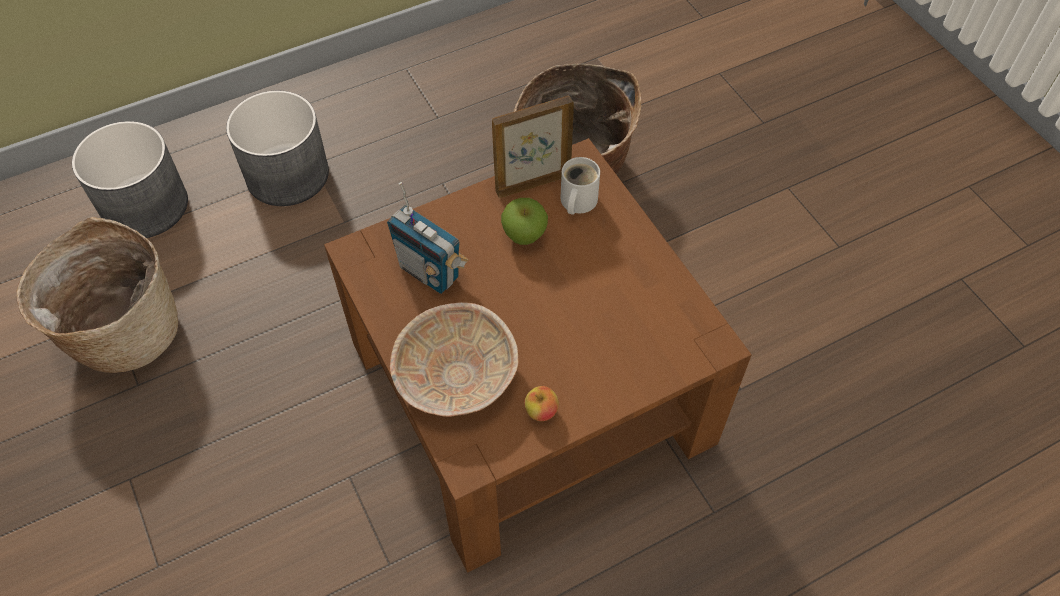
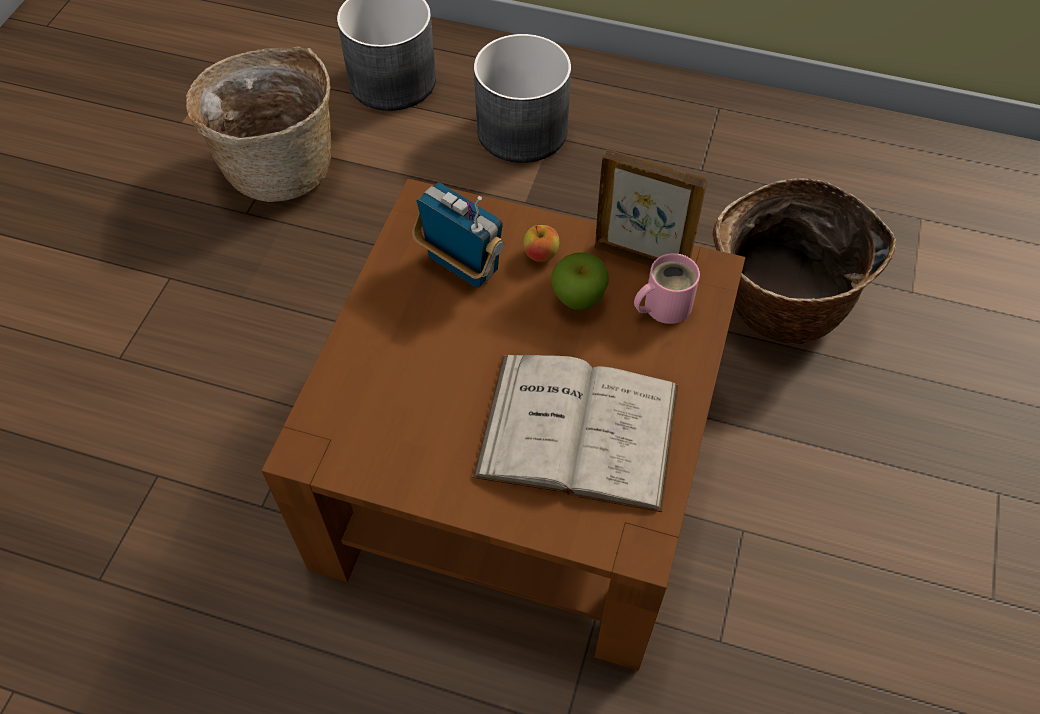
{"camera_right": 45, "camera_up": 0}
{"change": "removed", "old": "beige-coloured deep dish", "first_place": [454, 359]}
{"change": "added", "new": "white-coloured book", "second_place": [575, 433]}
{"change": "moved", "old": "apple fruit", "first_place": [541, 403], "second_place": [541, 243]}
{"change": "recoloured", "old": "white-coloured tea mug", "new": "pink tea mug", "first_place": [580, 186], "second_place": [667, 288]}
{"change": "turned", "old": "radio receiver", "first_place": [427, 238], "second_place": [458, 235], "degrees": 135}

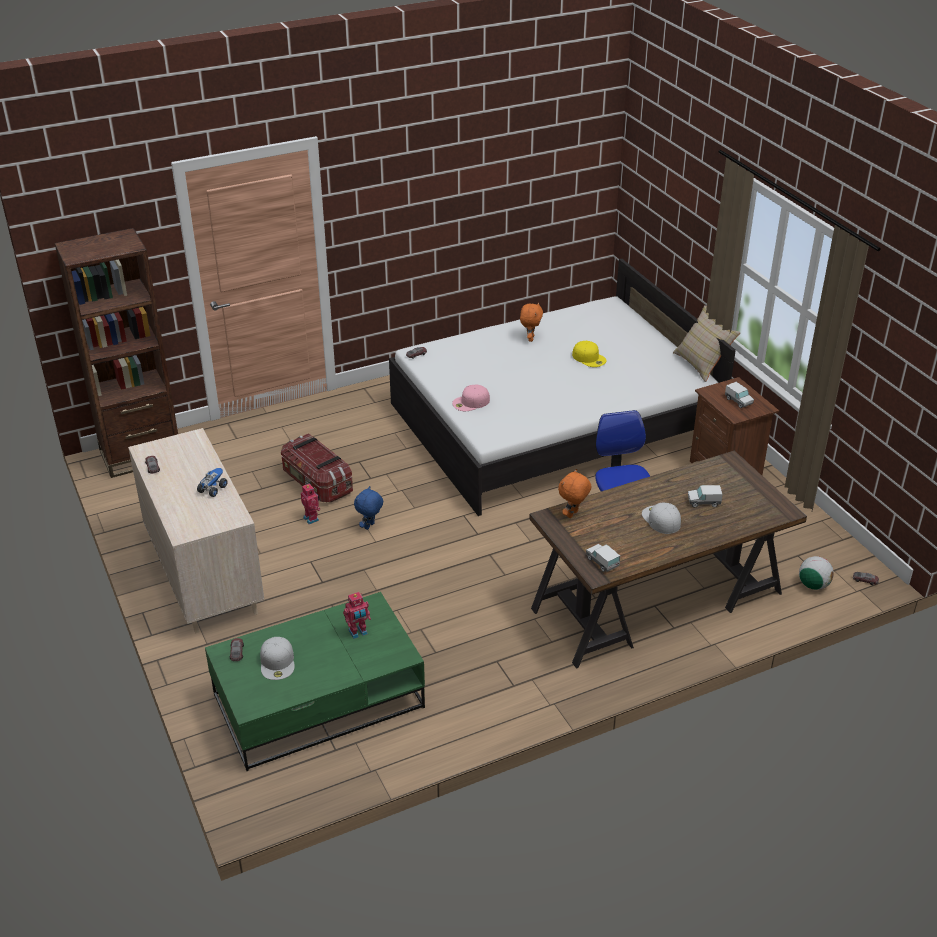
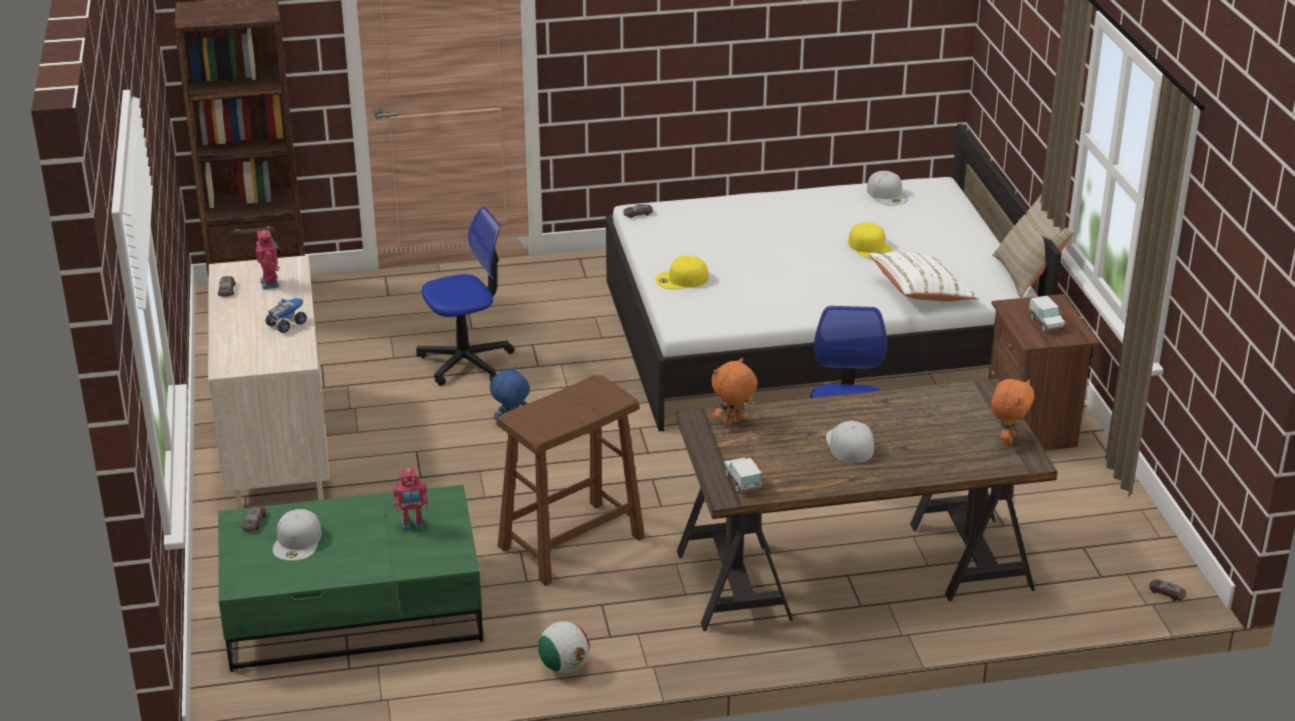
{"camera_right": 15, "camera_up": -5}
{"change": "removed", "old": "toy truck", "first_place": [705, 496]}
{"change": "added", "new": "brown-coloured stool", "second_place": [570, 480]}
{"change": "added", "new": "white-coloured cap", "second_place": [888, 188]}
{"change": "added", "new": "white-coloured cushion", "second_place": [923, 277]}
{"change": "moved", "old": "toy robot", "first_place": [310, 503], "second_place": [268, 259]}
{"change": "moved", "old": "orangey soft toy", "first_place": [531, 322], "second_place": [1013, 412]}
{"change": "moved", "old": "football", "first_place": [816, 573], "second_place": [563, 647]}
{"change": "replaced", "old": "storage box", "new": "office chair", "first_place": [317, 468], "second_place": [465, 296]}
{"change": "recoloured", "old": "pink cap", "new": "yellow cap", "first_place": [471, 397], "second_place": [682, 272]}

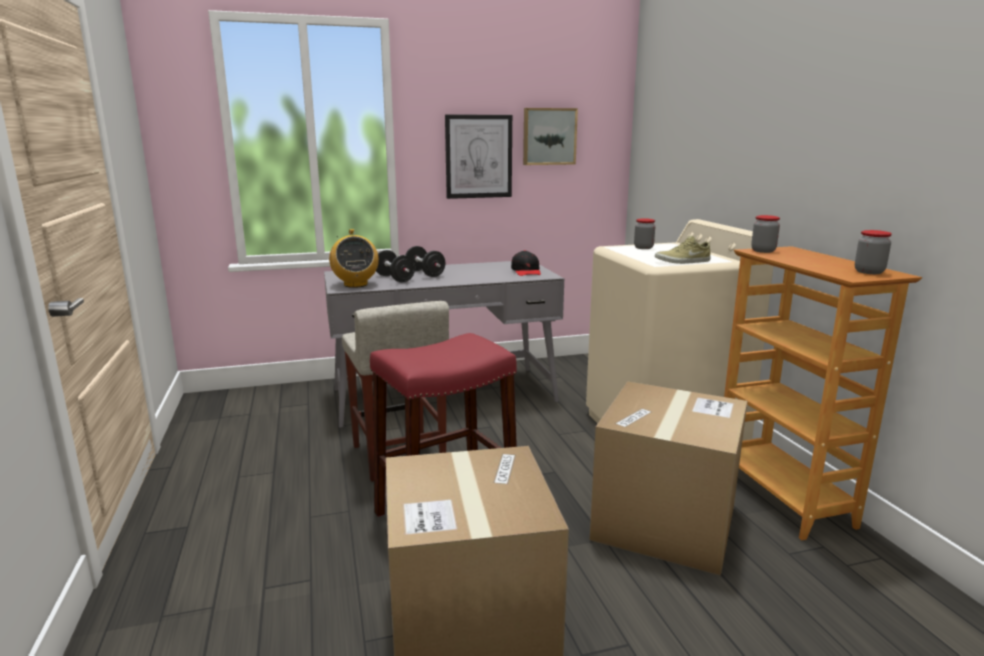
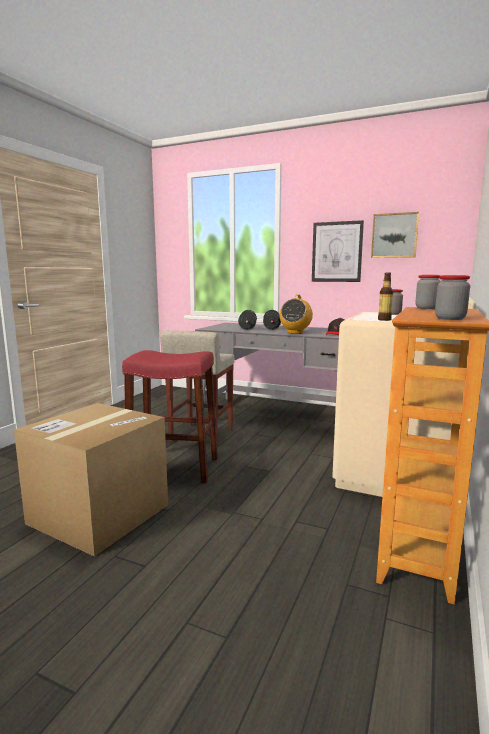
{"camera_right": 40, "camera_up": -5}
{"change": "removed", "old": "cardboard box", "first_place": [668, 478]}
{"change": "moved", "old": "radio receiver", "first_place": [354, 258], "second_place": [296, 314]}
{"change": "replaced", "old": "beige-coloured shoe", "new": "drink bottle", "first_place": [683, 250], "second_place": [385, 297]}

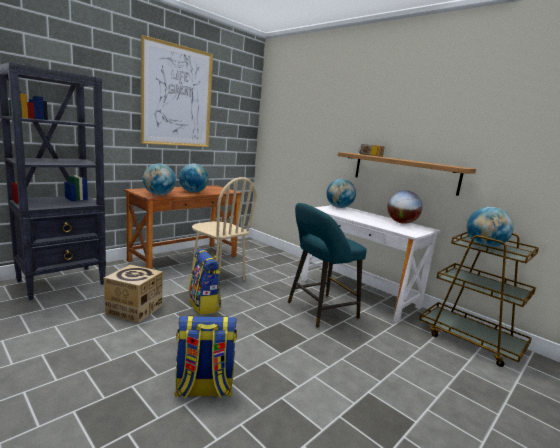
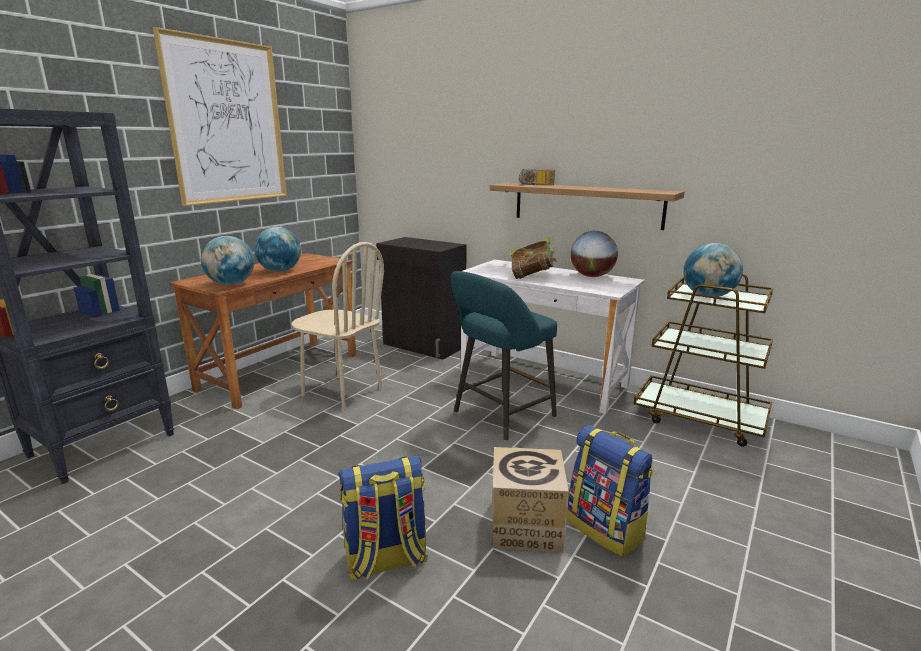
{"camera_right": -10, "camera_up": 5}
{"change": "removed", "old": "desk globe", "first_place": [341, 193]}
{"change": "added", "new": "black-coloured cabinet", "second_place": [421, 298]}
{"change": "added", "new": "book", "second_place": [534, 258]}
{"change": "moved", "old": "cardboard box", "first_place": [133, 294], "second_place": [530, 500]}
{"change": "moved", "old": "rucksack", "first_place": [205, 282], "second_place": [610, 491]}

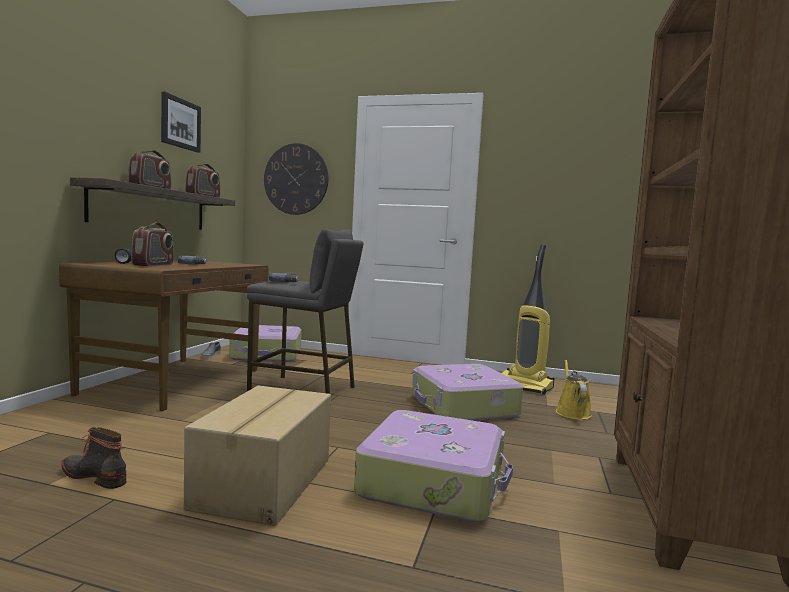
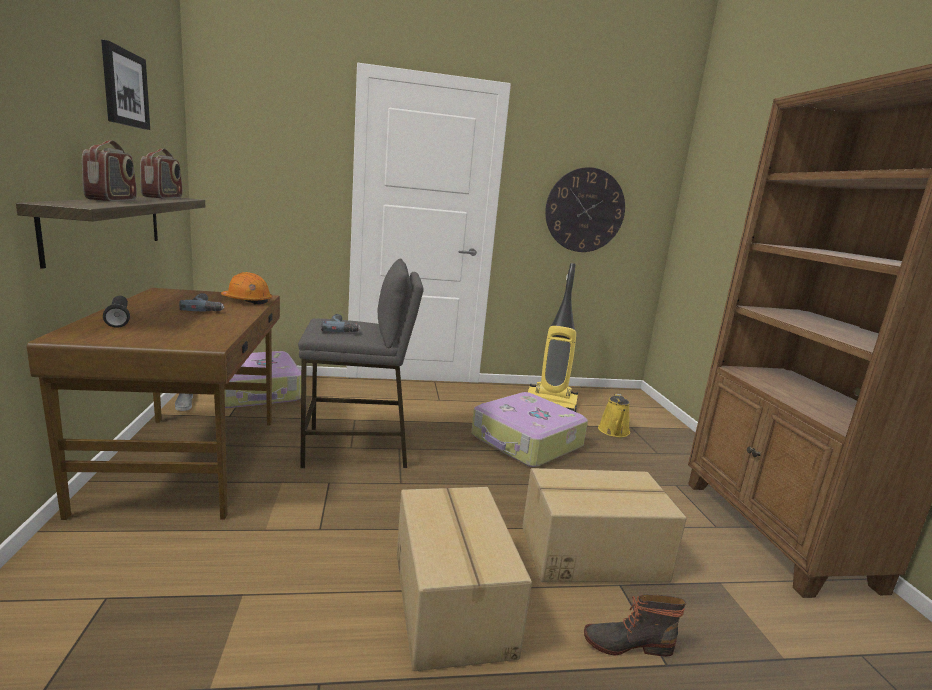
{"camera_right": -25, "camera_up": 10}
{"change": "removed", "old": "radio receiver", "first_place": [152, 244]}
{"change": "added", "new": "orangey work helmet", "second_place": [246, 288]}
{"change": "moved", "old": "tall boot", "first_place": [93, 458], "second_place": [635, 625]}
{"change": "moved", "old": "hanging clock", "first_place": [296, 179], "second_place": [585, 209]}
{"change": "replaced", "old": "travel case", "new": "cardboard box", "first_place": [433, 466], "second_place": [604, 525]}
{"change": "turned", "old": "yellow watering can", "first_place": [574, 390], "second_place": [614, 415], "degrees": -150}

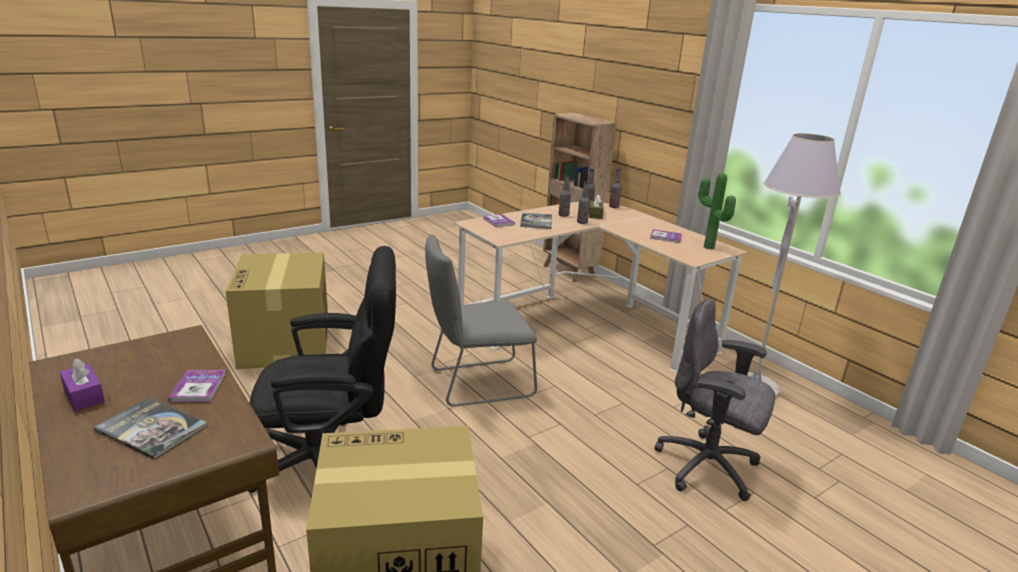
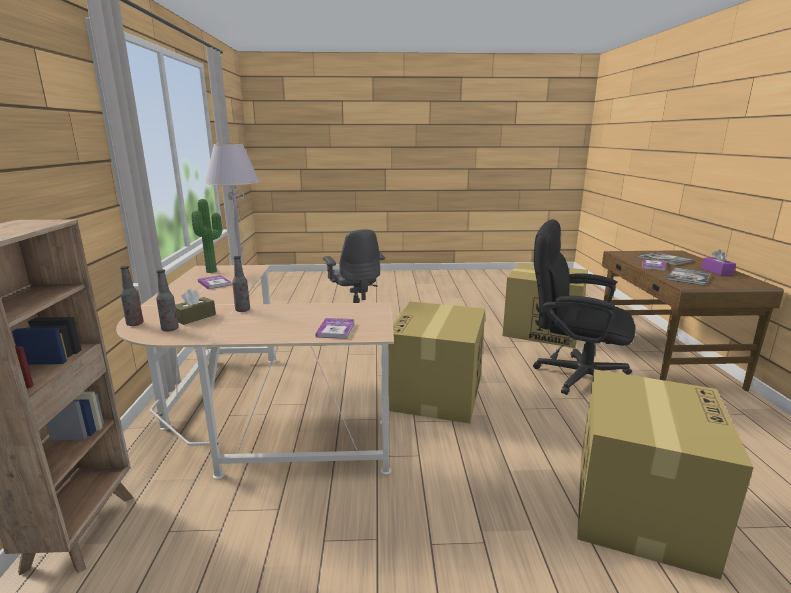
{"camera_right": -145, "camera_up": -5}
{"change": "removed", "old": "drink bottle", "first_place": [565, 196]}
{"change": "moved", "old": "book", "first_place": [536, 221], "second_place": [689, 276]}
{"change": "replaced", "old": "greyish chair", "new": "cardboard box", "first_place": [481, 320], "second_place": [436, 362]}

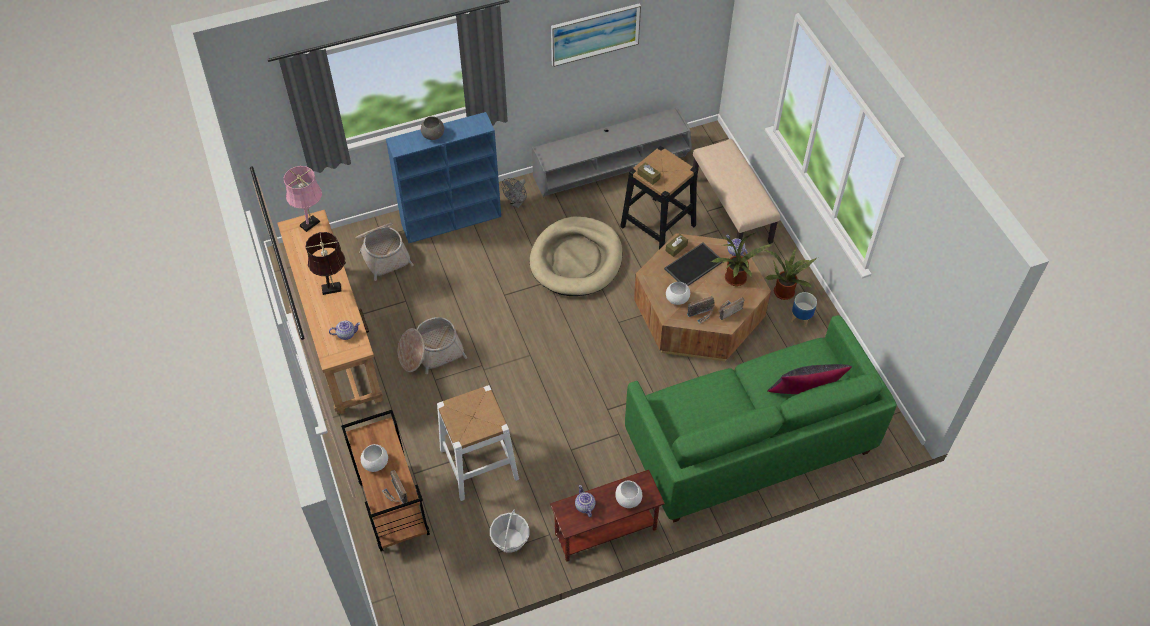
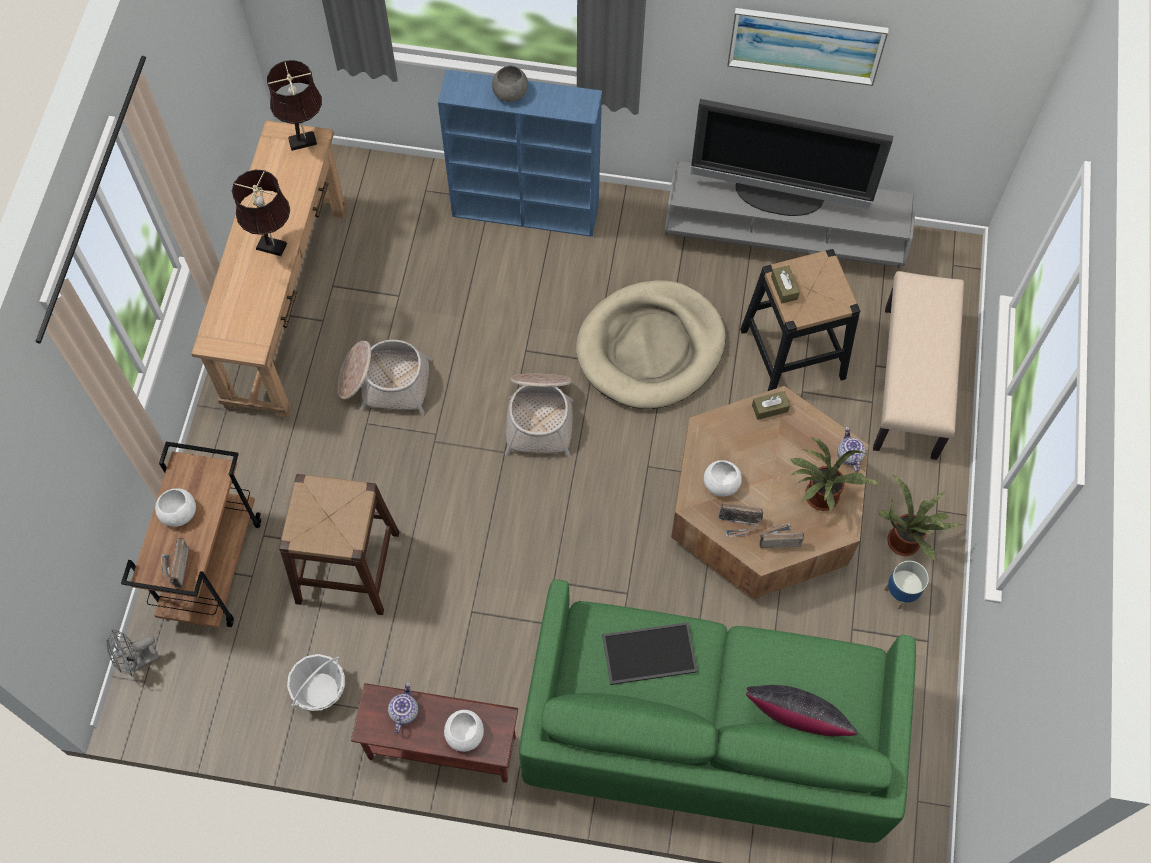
{"camera_right": 30, "camera_up": 10}
{"change": "removed", "old": "tea pot", "first_place": [344, 330]}
{"change": "added", "new": "TV", "second_place": [791, 157]}
{"change": "moved", "old": "household basket", "first_place": [385, 252], "second_place": [539, 416]}
{"change": "moved", "old": "greyish fan", "first_place": [514, 193], "second_place": [133, 652]}
{"change": "moved", "old": "tray", "first_place": [693, 264], "second_place": [650, 653]}
{"change": "recoloured", "old": "pink tabletop lamp", "new": "brown-coloured tabletop lamp", "first_place": [303, 199], "second_place": [294, 105]}
{"change": "recoloured", "old": "white-coloured stool", "new": "brown-coloured stool", "first_place": [478, 443], "second_place": [339, 544]}

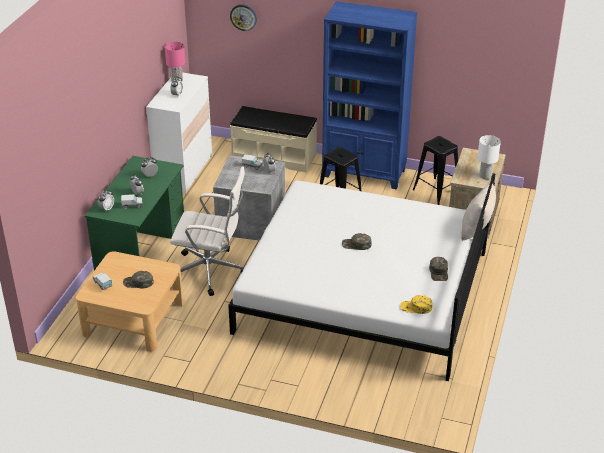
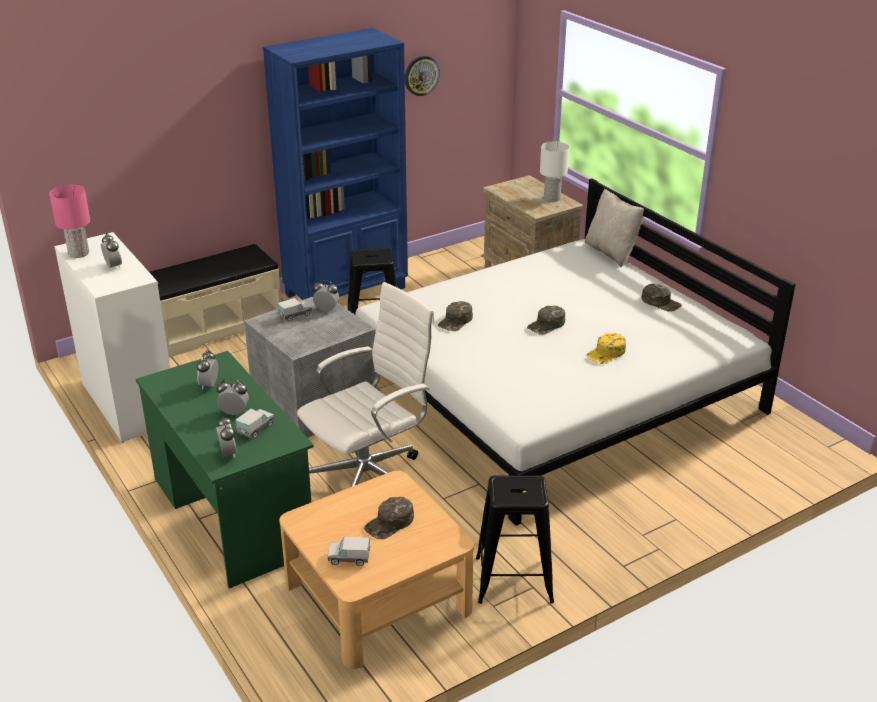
{"camera_right": -50, "camera_up": -5}
{"change": "added", "new": "green cap", "second_place": [455, 316]}
{"change": "moved", "old": "hanging clock", "first_place": [243, 17], "second_place": [422, 76]}
{"change": "moved", "old": "yellow cap", "first_place": [416, 304], "second_place": [606, 348]}
{"change": "moved", "old": "black-coloured stool", "first_place": [435, 170], "second_place": [515, 539]}

